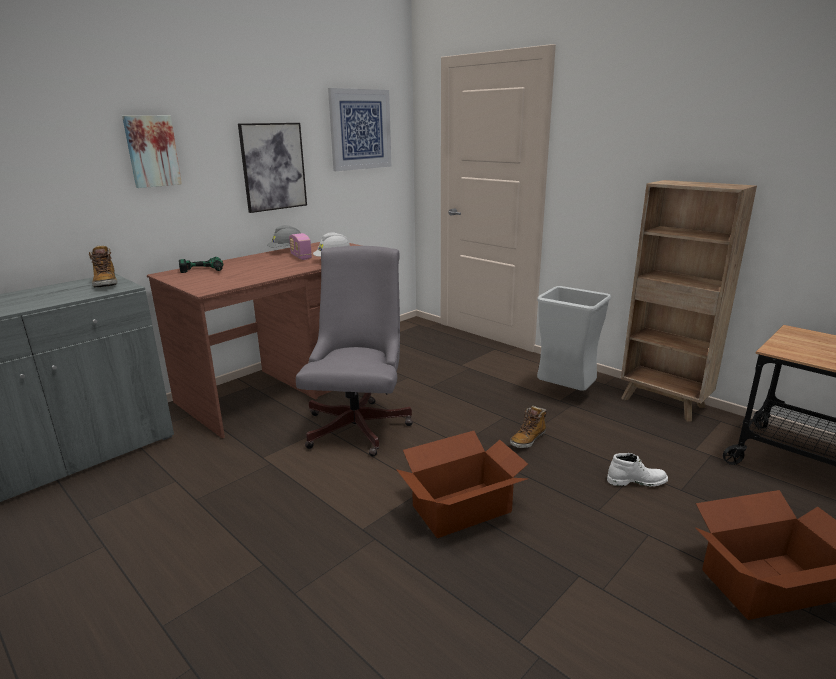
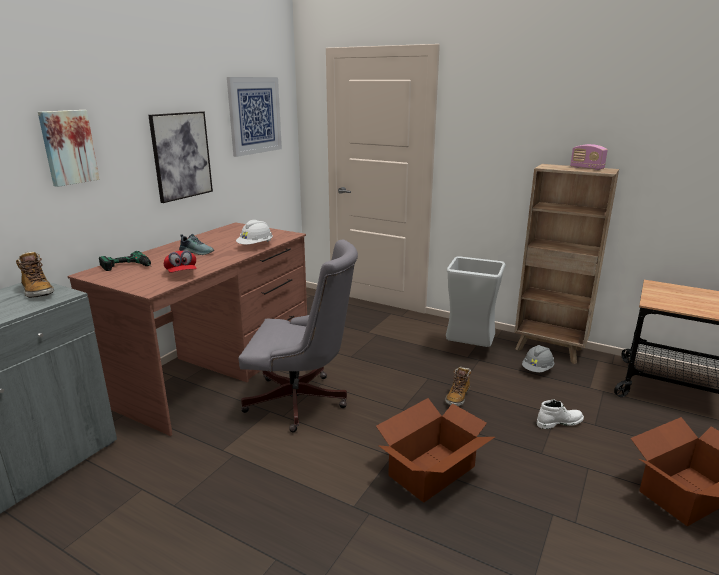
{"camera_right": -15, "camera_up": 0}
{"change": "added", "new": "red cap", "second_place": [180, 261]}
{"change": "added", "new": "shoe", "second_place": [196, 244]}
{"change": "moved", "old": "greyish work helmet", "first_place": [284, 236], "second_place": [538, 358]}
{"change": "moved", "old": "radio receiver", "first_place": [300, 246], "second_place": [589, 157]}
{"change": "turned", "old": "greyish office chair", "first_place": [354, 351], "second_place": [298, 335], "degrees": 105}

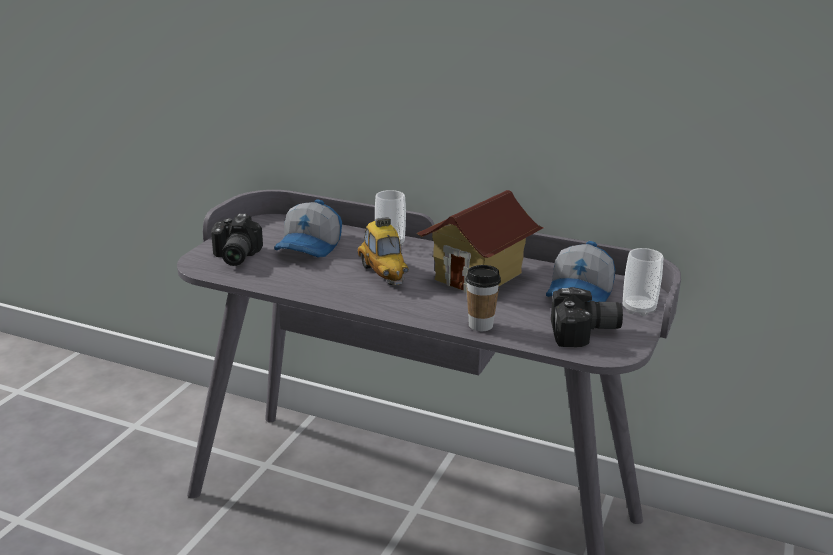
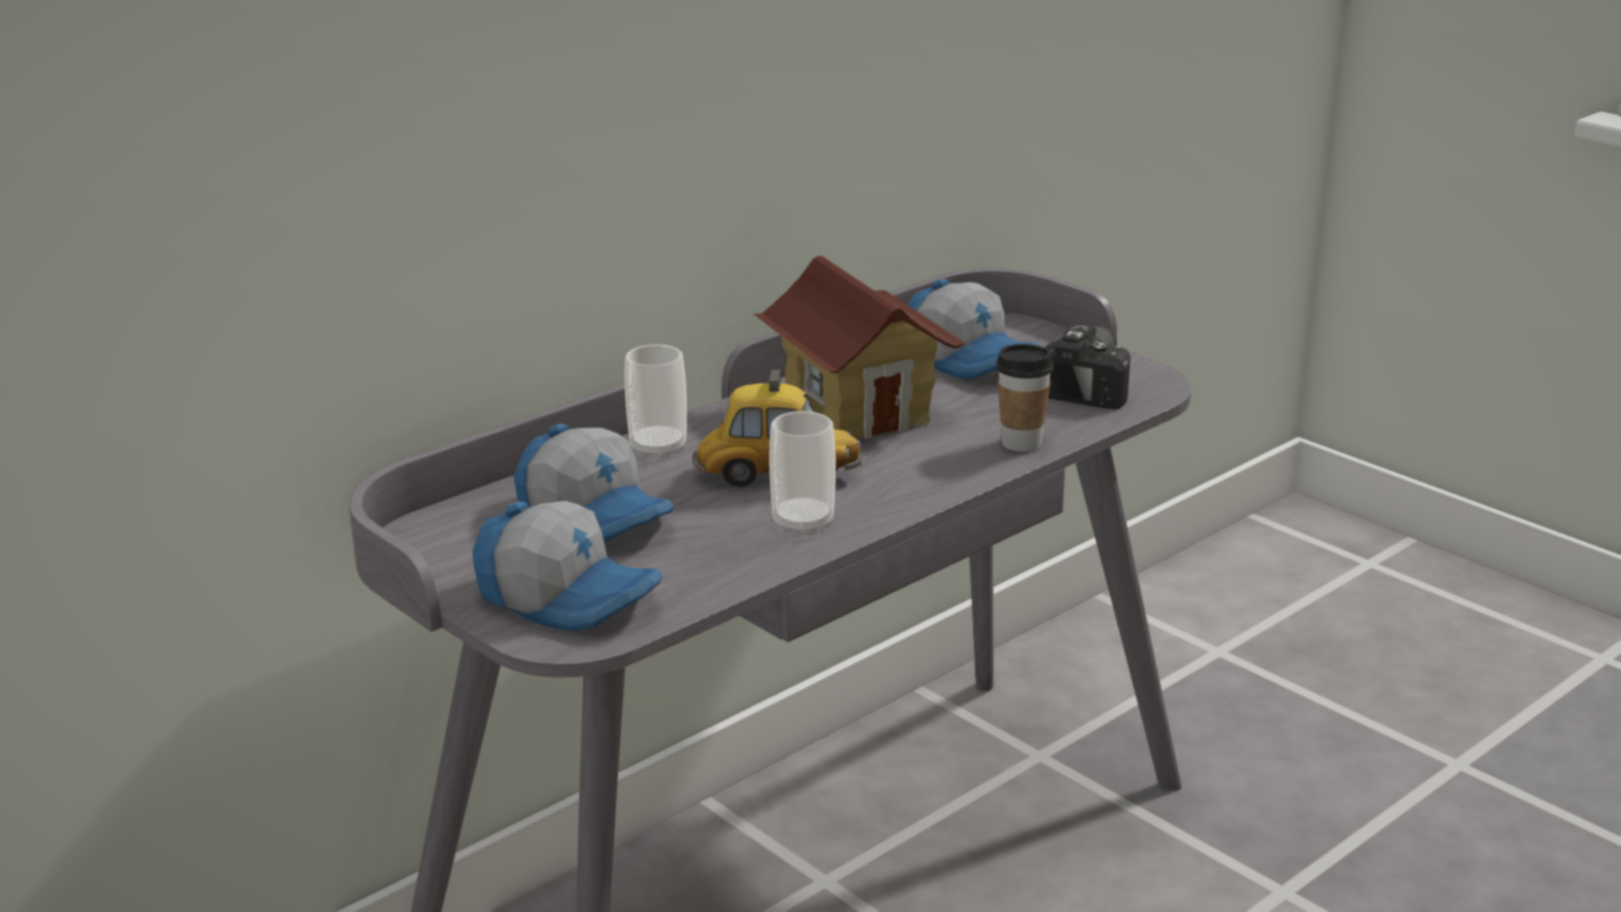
{"camera_right": -65, "camera_up": 0}
{"change": "moved", "old": "cup", "first_place": [643, 282], "second_place": [802, 473]}
{"change": "replaced", "old": "still camera", "new": "cap", "first_place": [237, 240], "second_place": [567, 566]}

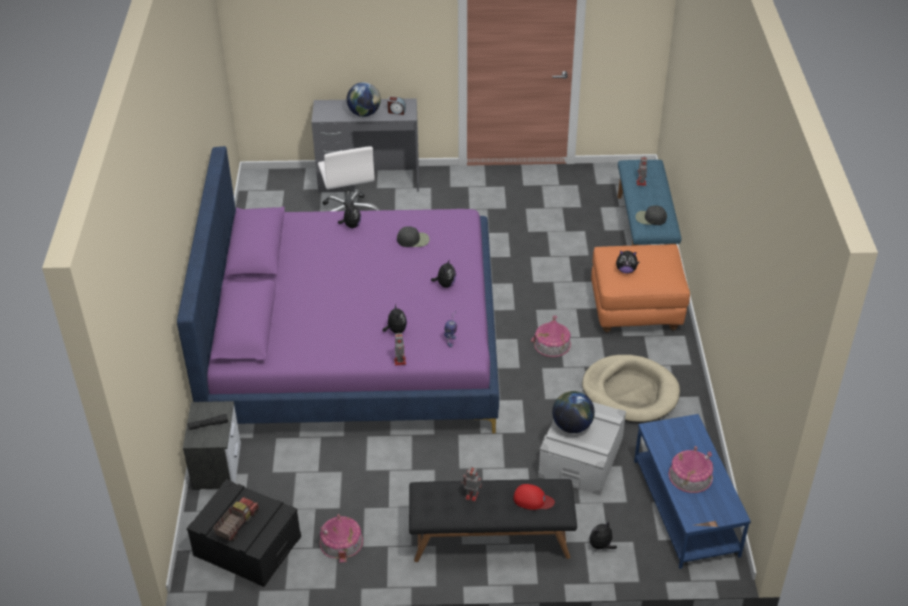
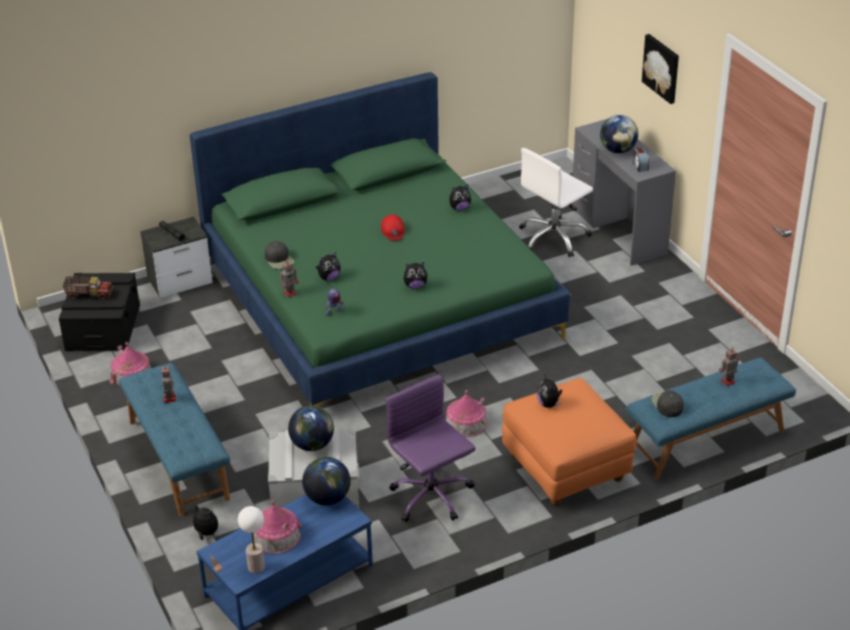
{"camera_right": 65, "camera_up": -5}
{"change": "added", "new": "tabletop lamp", "second_place": [251, 540]}
{"change": "added", "new": "desk globe", "second_place": [326, 481]}
{"change": "added", "new": "wall art", "second_place": [660, 69]}
{"change": "moved", "old": "black-coloured cap", "first_place": [413, 236], "second_place": [279, 255]}
{"change": "moved", "old": "red cap", "first_place": [534, 497], "second_place": [393, 228]}
{"change": "replaced", "old": "beige-coloured dog cushion", "new": "purplish office chair", "first_place": [631, 389], "second_place": [430, 448]}
{"change": "recoloured", "old": "purplish bedroom bed", "new": "green bedroom bed", "first_place": [338, 290], "second_place": [380, 239]}
{"change": "recoloured", "old": "black-coloured long seat", "new": "blue-coloured long seat", "first_place": [493, 520], "second_place": [174, 440]}

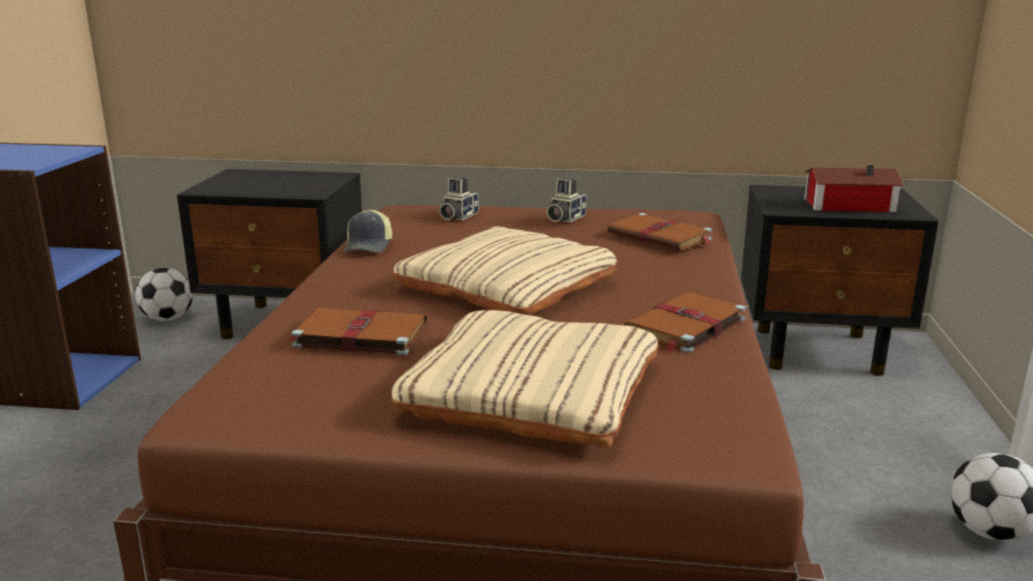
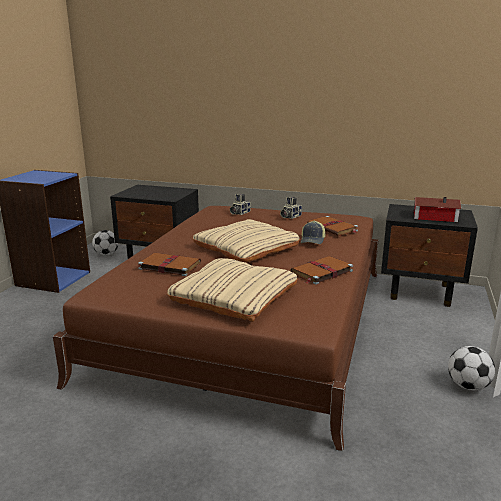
{"camera_right": 10, "camera_up": 0}
{"change": "moved", "old": "cap", "first_place": [368, 231], "second_place": [313, 232]}

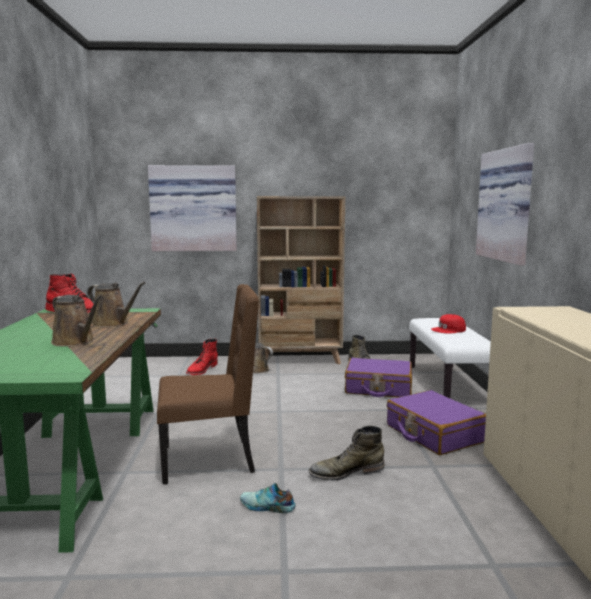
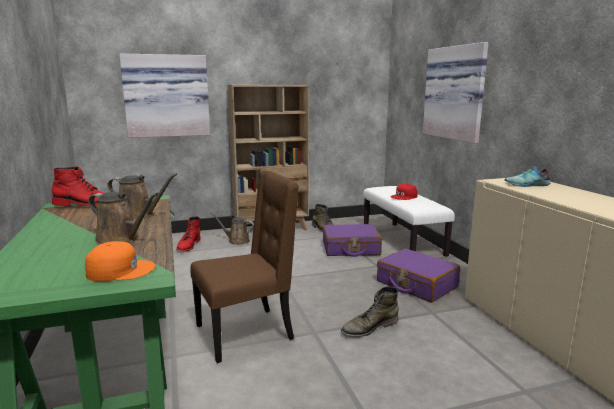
{"camera_right": -15, "camera_up": 5}
{"change": "added", "new": "orangey cap", "second_place": [120, 261]}
{"change": "moved", "old": "shoe", "first_place": [267, 498], "second_place": [527, 176]}

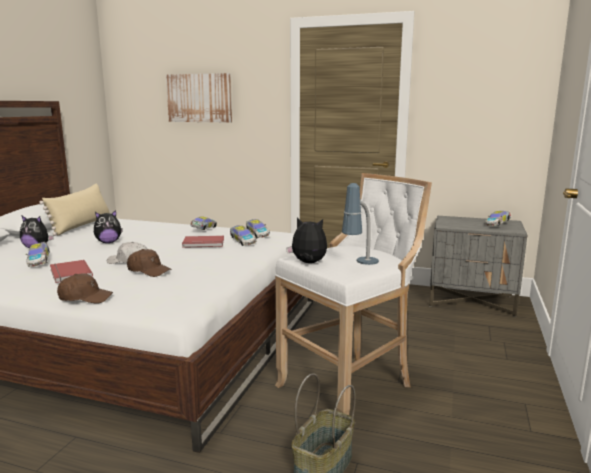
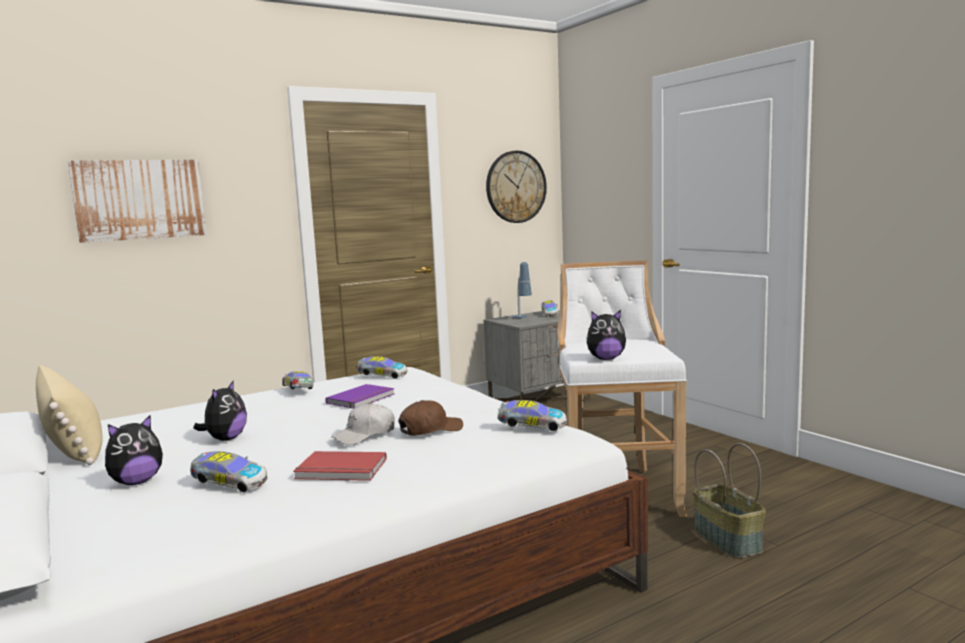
{"camera_right": -50, "camera_up": -5}
{"change": "removed", "old": "brown-coloured cap", "first_place": [85, 288]}
{"change": "added", "new": "hanging clock", "second_place": [516, 187]}
{"change": "moved", "old": "toy car", "first_place": [243, 235], "second_place": [532, 415]}
{"change": "moved", "old": "tabletop lamp", "first_place": [360, 224], "second_place": [522, 290]}
{"change": "recoloured", "old": "red book", "new": "purplish book", "first_place": [203, 242], "second_place": [360, 396]}
{"change": "turned", "old": "soft toy", "first_place": [306, 240], "second_place": [606, 335], "degrees": -150}

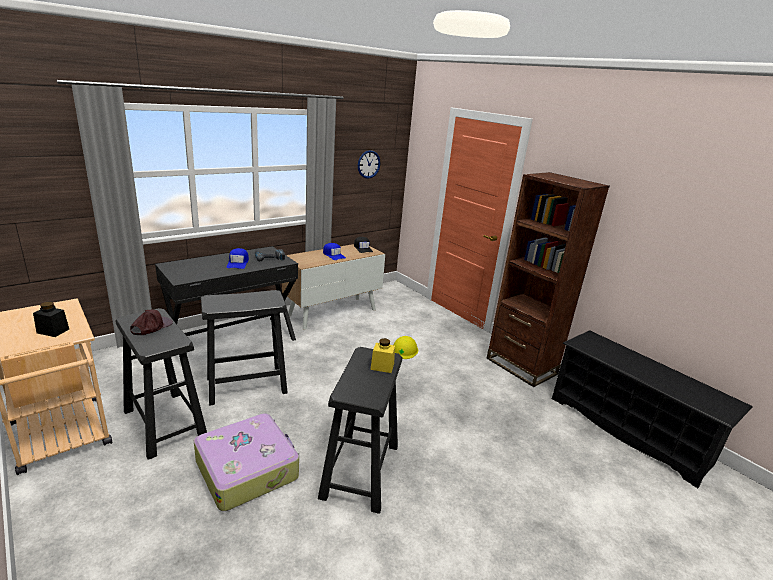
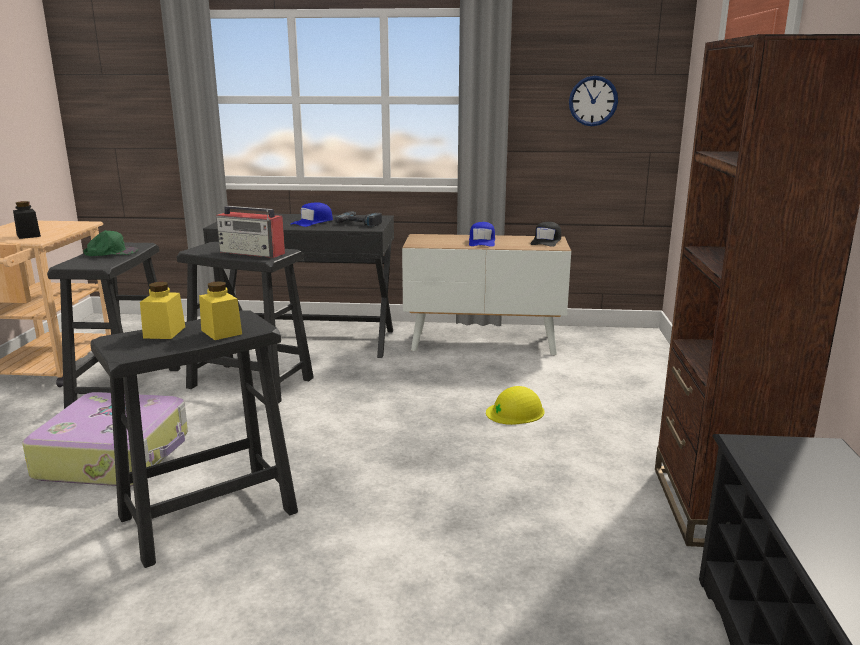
{"camera_right": 45, "camera_up": -5}
{"change": "added", "new": "yellow preserve jar", "second_place": [162, 310]}
{"change": "added", "new": "radio receiver", "second_place": [250, 232]}
{"change": "recoloured", "old": "brown-coloured cap", "new": "green cap", "first_place": [151, 322], "second_place": [110, 243]}

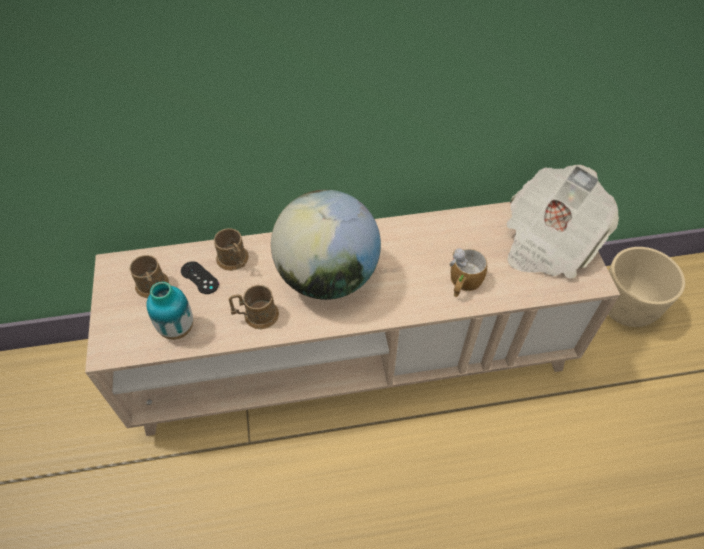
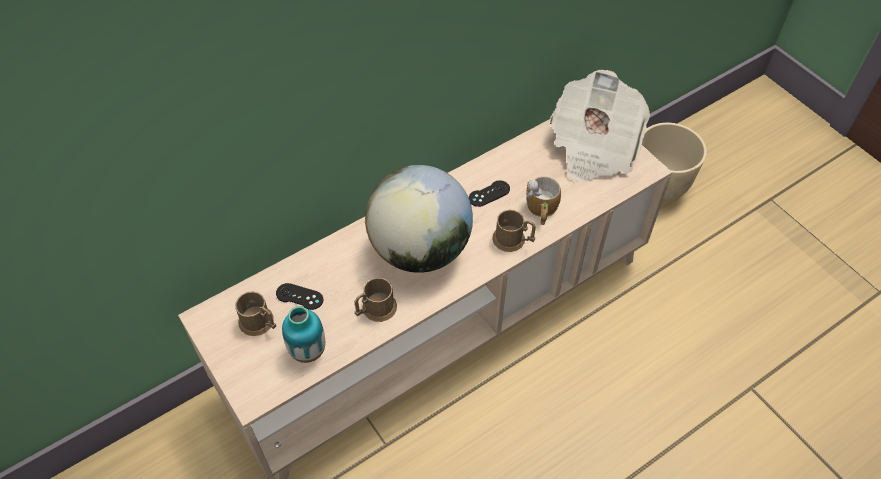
{"camera_right": -25, "camera_up": 0}
{"change": "added", "new": "black-coloured game controller", "second_place": [489, 193]}
{"change": "moved", "old": "brown-coloured tea mug", "first_place": [231, 249], "second_place": [514, 231]}

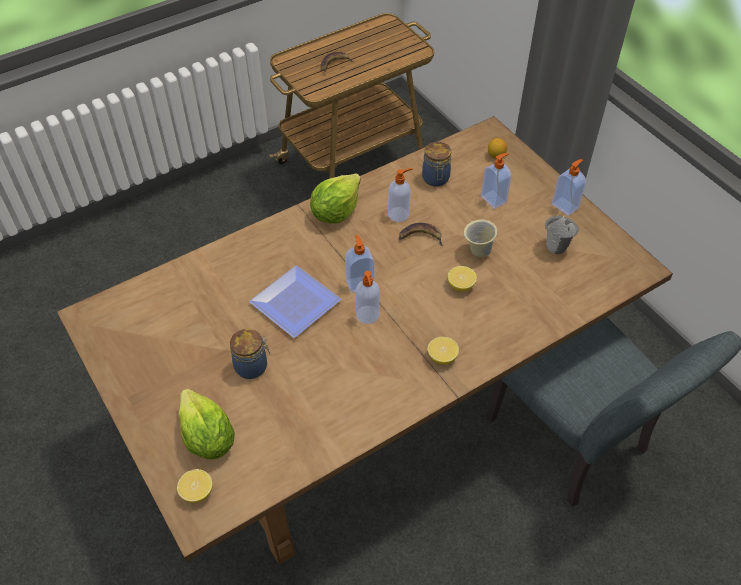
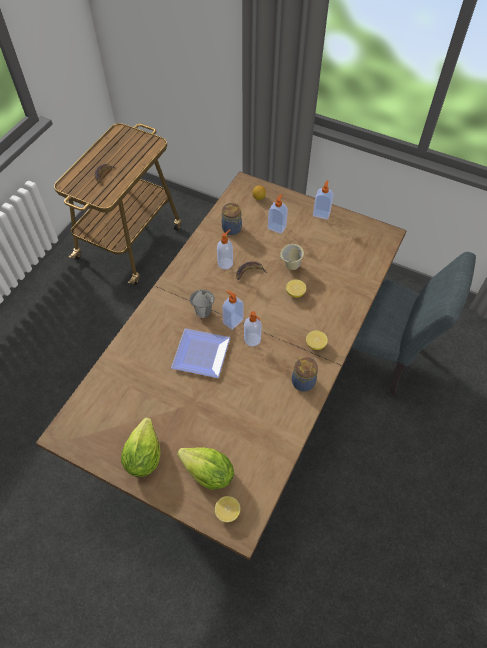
{"camera_right": -30, "camera_up": 5}
{"change": "moved", "old": "preserve jar", "first_place": [250, 354], "second_place": [305, 374]}
{"change": "moved", "old": "head of lettuce", "first_place": [335, 199], "second_place": [141, 447]}
{"change": "moved", "old": "greyish tea mug", "first_place": [562, 235], "second_place": [202, 304]}

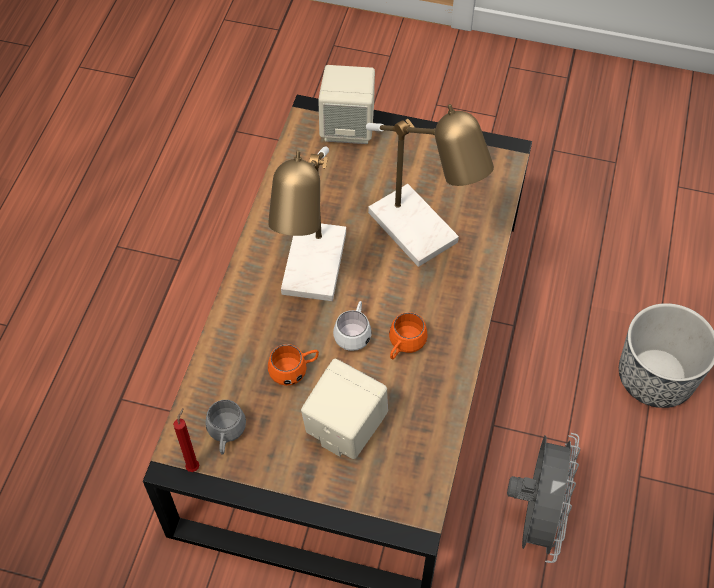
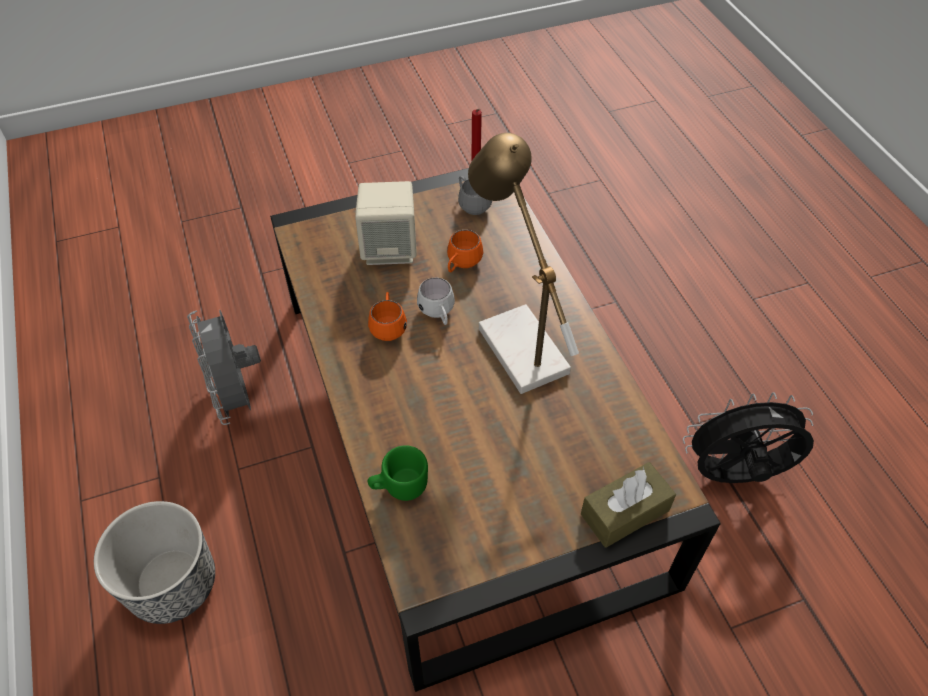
{"camera_right": 145, "camera_up": -5}
{"change": "removed", "old": "tabletop lamp", "first_place": [430, 185]}
{"change": "added", "new": "green tea mug", "second_place": [398, 473]}
{"change": "added", "new": "black-coloured fan", "second_place": [748, 437]}
{"change": "replaced", "old": "beige-coloured loudspeaker", "new": "brown-coloured tissue box", "first_place": [346, 104], "second_place": [628, 505]}

